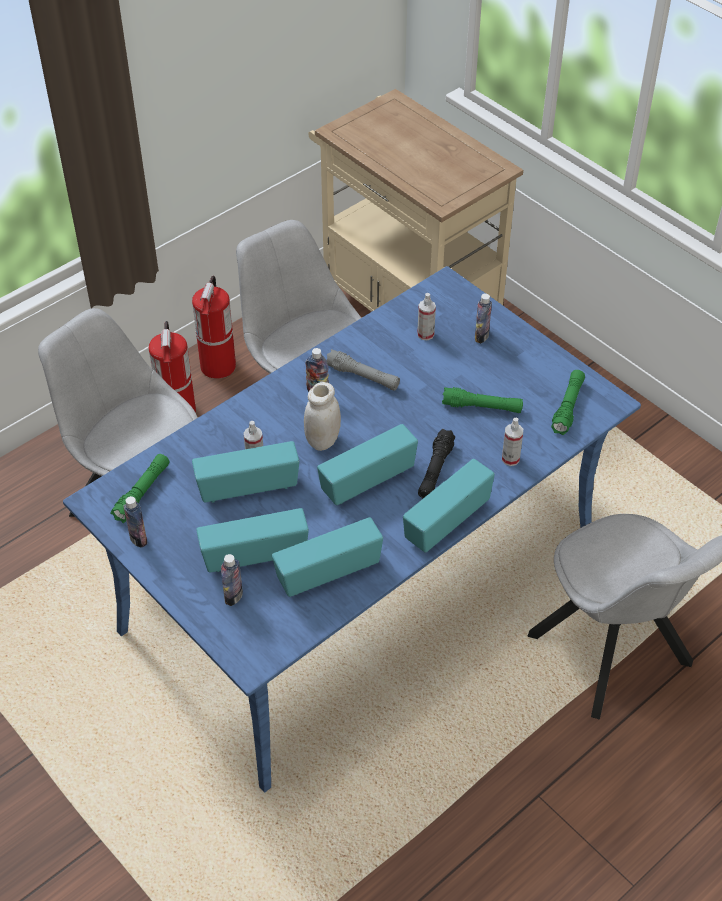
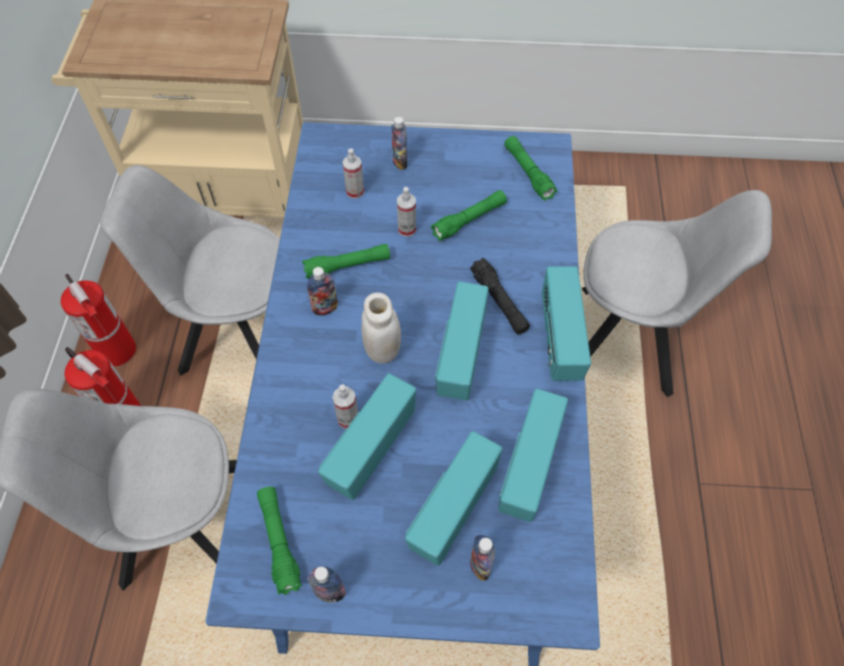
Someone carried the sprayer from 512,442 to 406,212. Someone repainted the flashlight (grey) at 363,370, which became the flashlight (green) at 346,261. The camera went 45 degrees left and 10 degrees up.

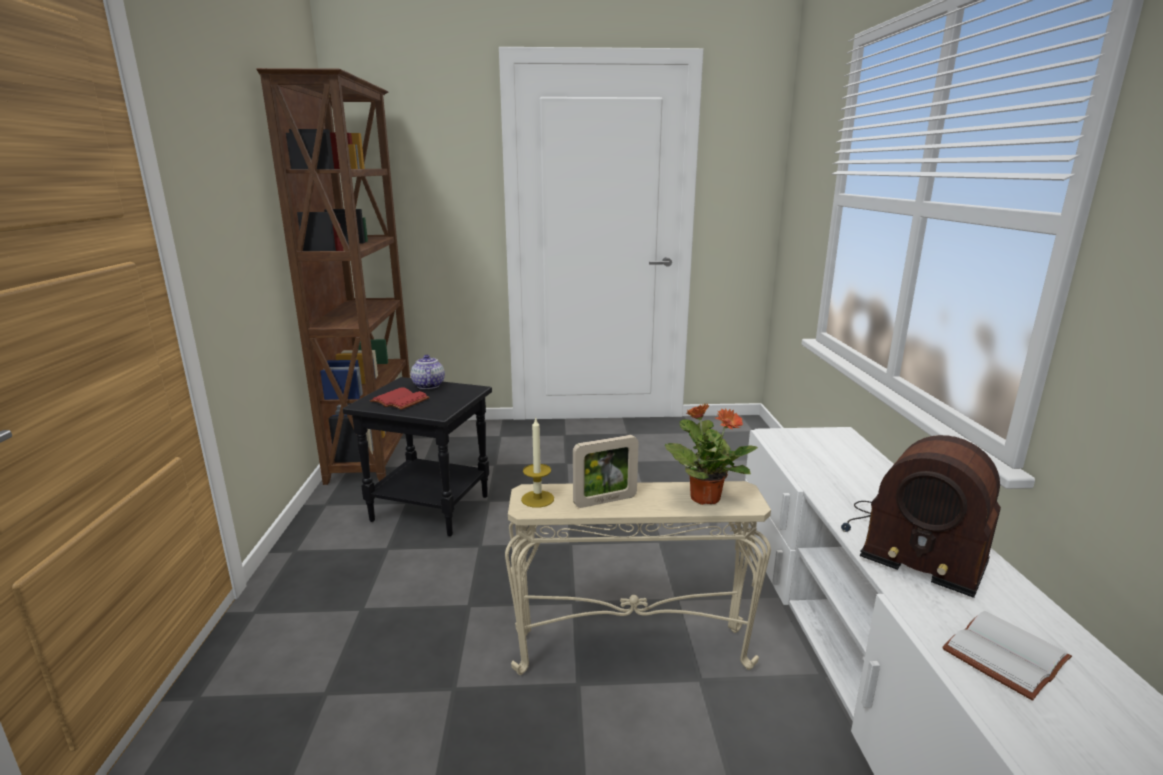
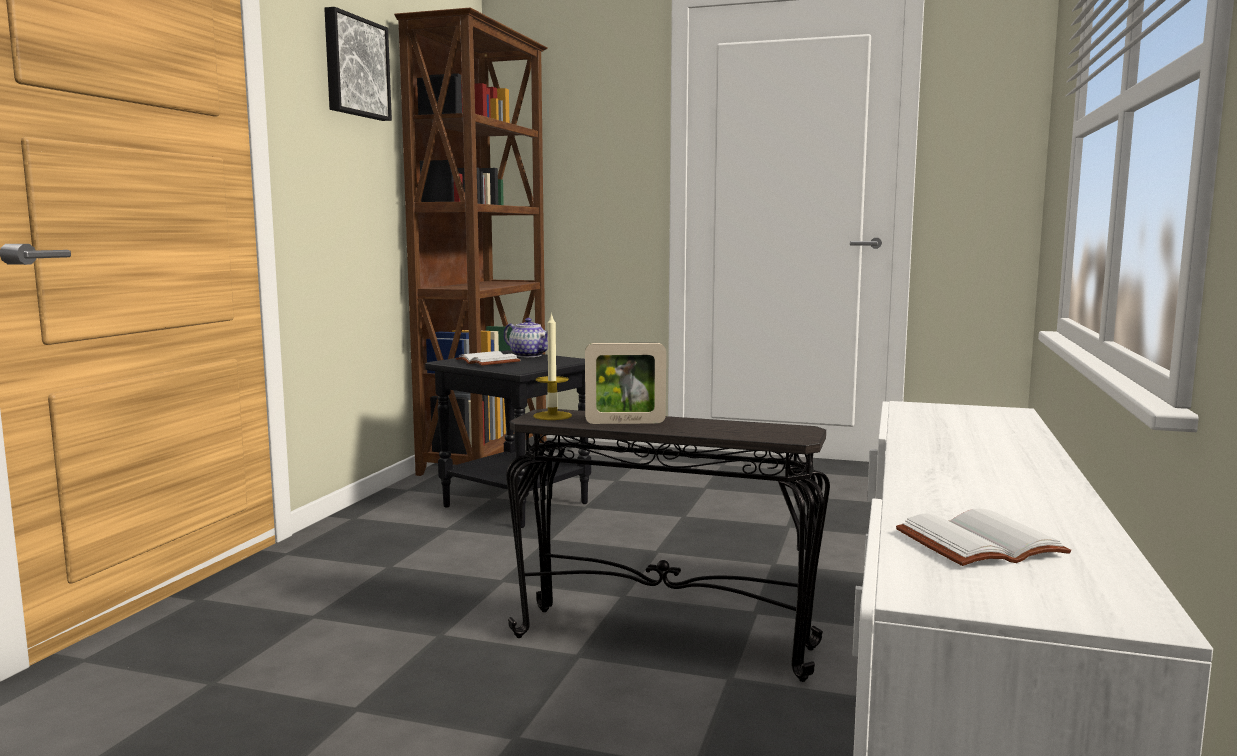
Someone took away the potted plant at 711,454. Someone took away the radio at 921,516. Someone put up the wall art at 358,64. Someone repainted the bound book (reddish) at 400,398, which became the bound book (white) at 488,358. Someone repainted the end table (beige-coloured) at 638,578, which became the end table (black) at 668,545. Someone rotated the tea pot at 428,372 by 120 degrees clockwise. The camera went 20 degrees right and 10 degrees down.

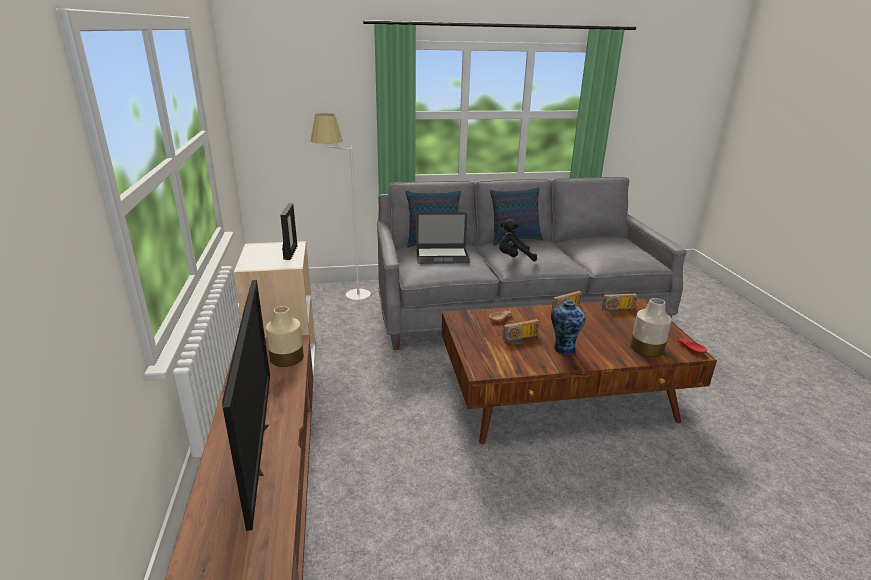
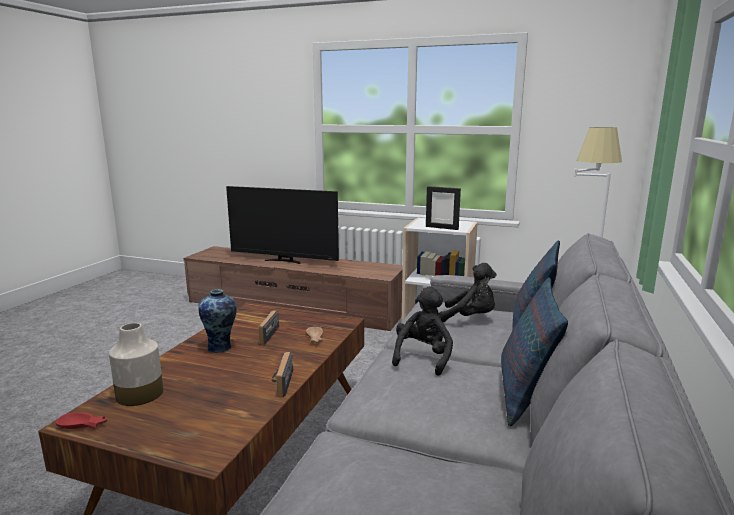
Someone took away the decorative vase (beige-coloured) at 285,336. Someone took away the radio at 620,303. Someone swapped the notebook computer at 443,238 for the cuddly toy (black) at 468,292. The camera went 120 degrees right and 10 degrees down.

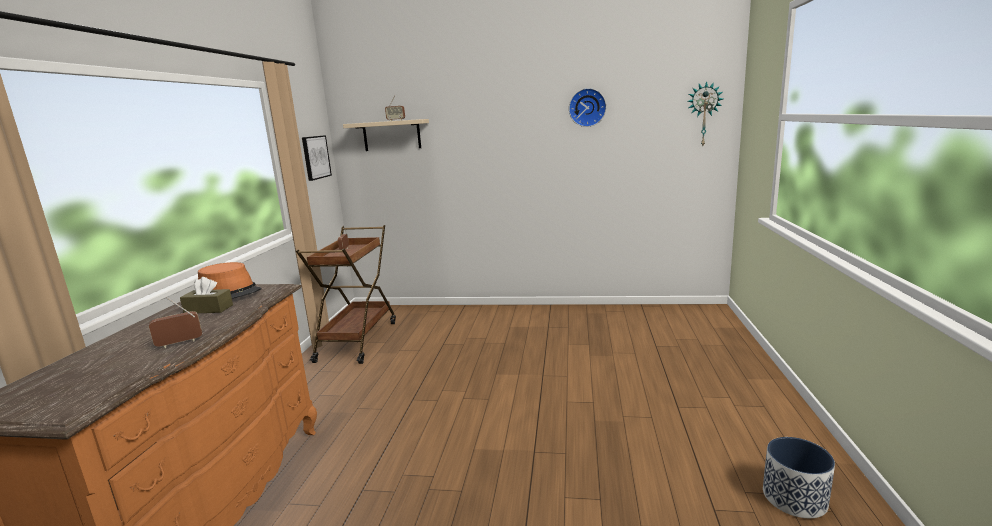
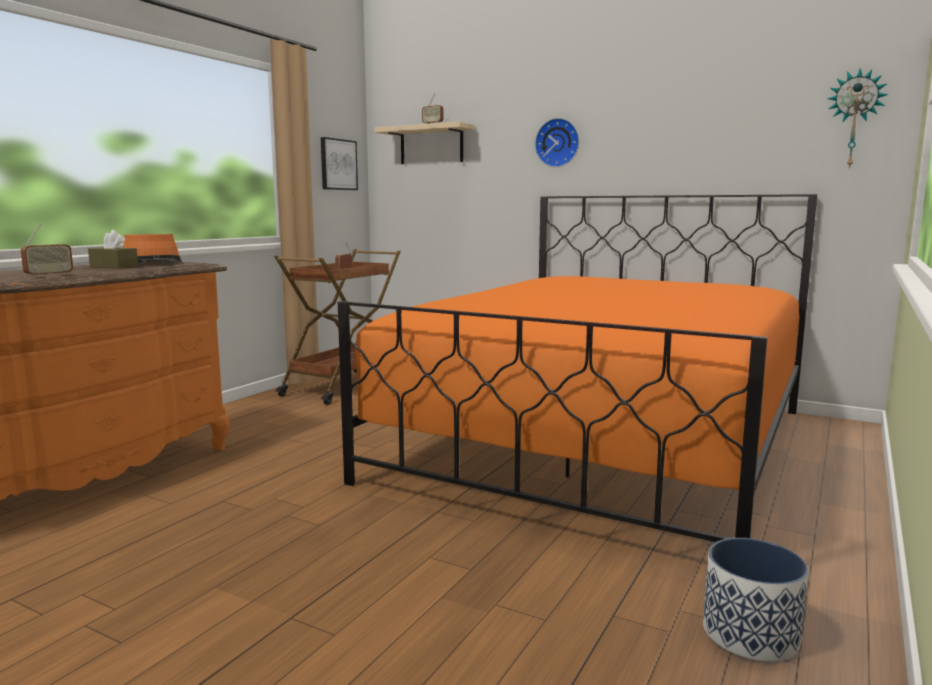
Someone put down the bedroom bed (orangey) at 577,368. Someone carried the hanging clock from 587,107 to 557,142. Someone rotated the radio at 175,322 by 135 degrees clockwise. The camera went 20 degrees right and 5 degrees down.

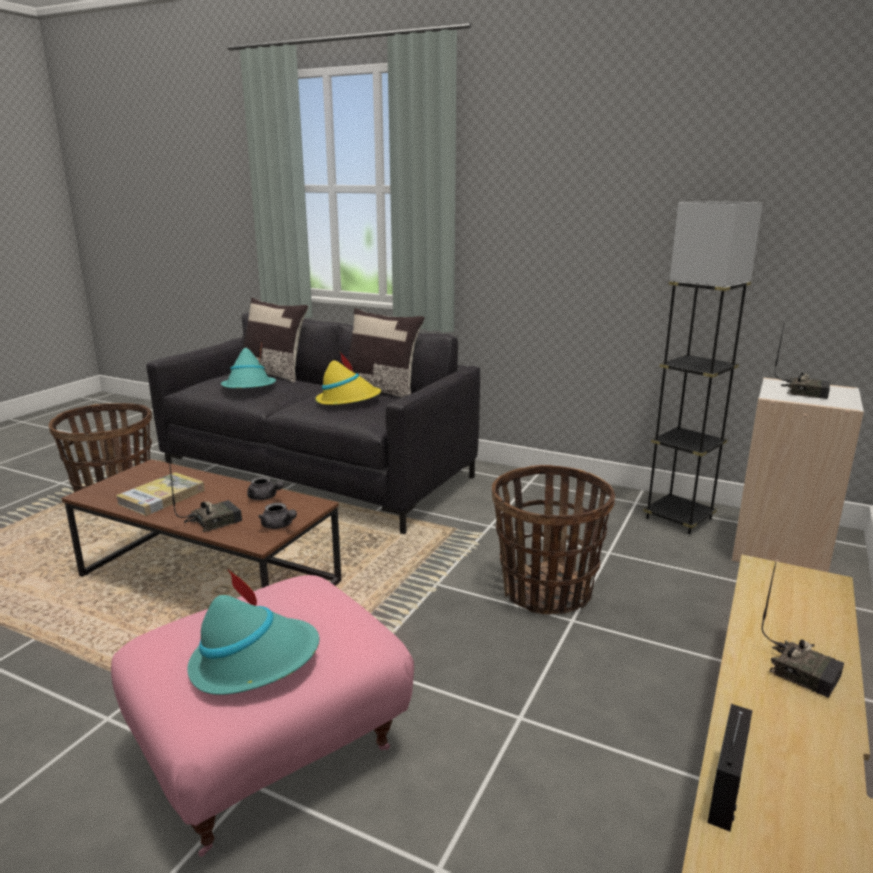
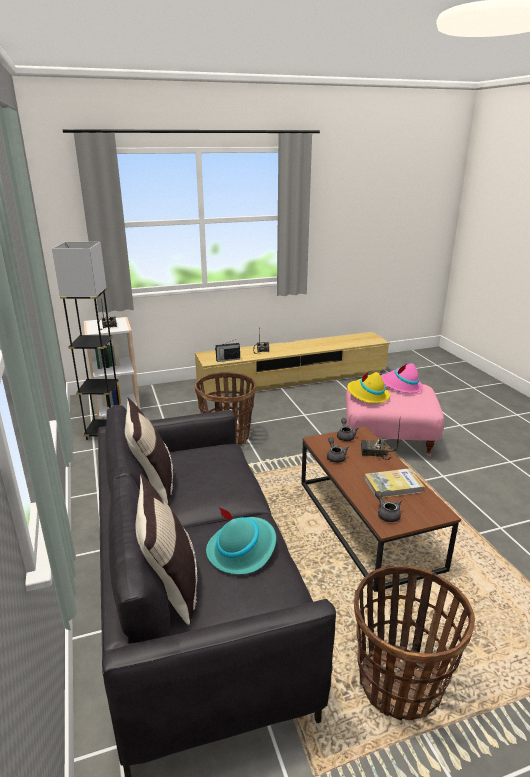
Someone put down the tea pot (grey) at 388,506. Someone carried the hat (yellow) from 348,378 to 368,387. Someone carried the radio from 730,767 to 227,351. Someone repainted the hat (blue-green) at 253,631, which became the hat (pink) at 402,378. The camera went 135 degrees left and 5 degrees up.

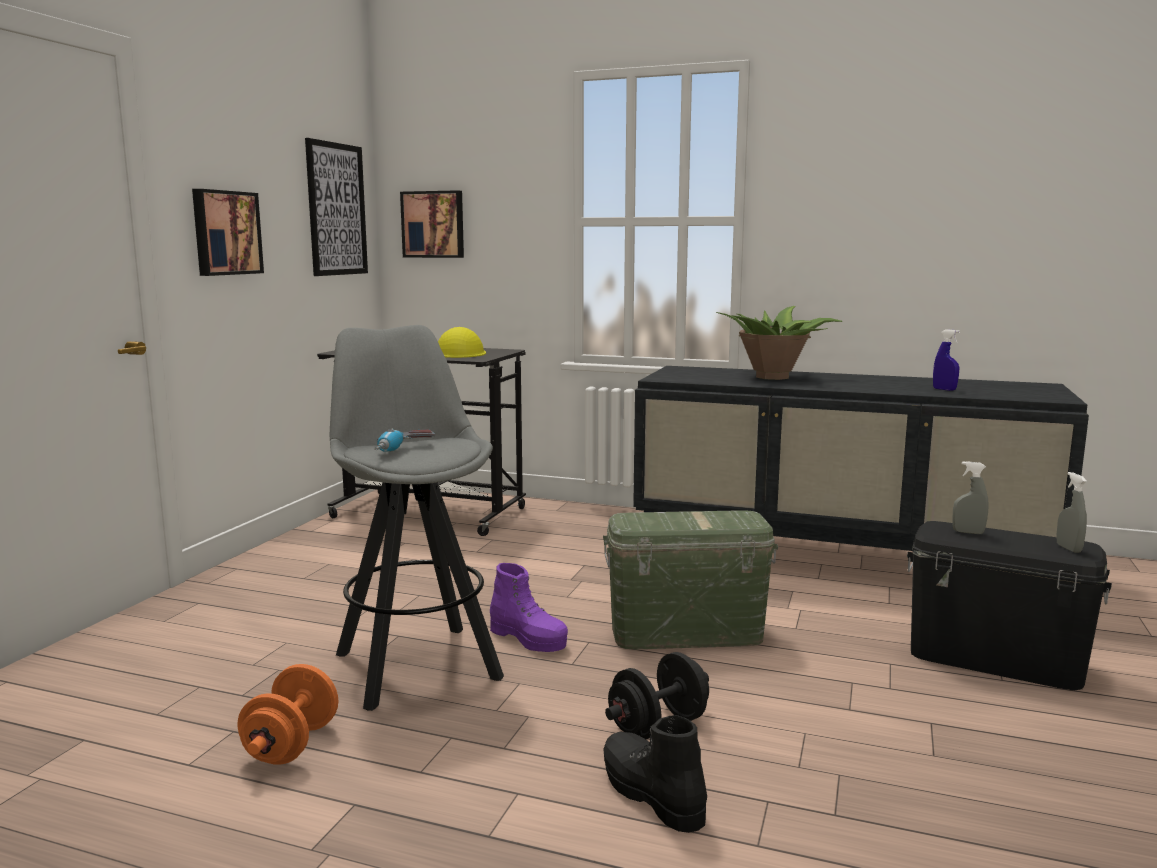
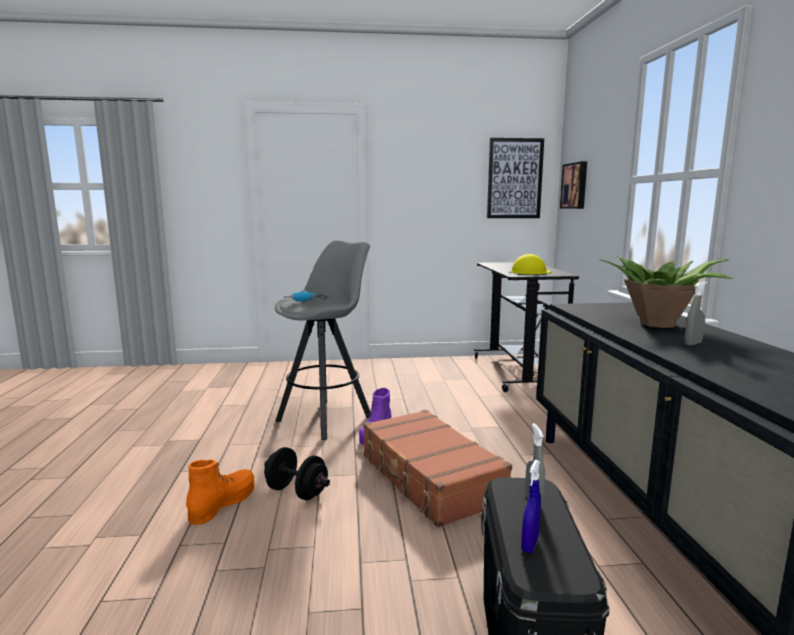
Someone took away the wall art at 228,232. Someone took away the dumbbell (orangey) at 288,714. Someone carried the sprayer (blue) from 946,360 to 531,506. Someone carried the sprayer (grey) from 1071,512 to 695,313. Someone swapped the storage container (green) at 690,579 for the piece of luggage (brown) at 437,468. Someone repainted the tall boot (black) at 655,774, which became the tall boot (orangey) at 220,492. The camera went 65 degrees right and 0 degrees up.

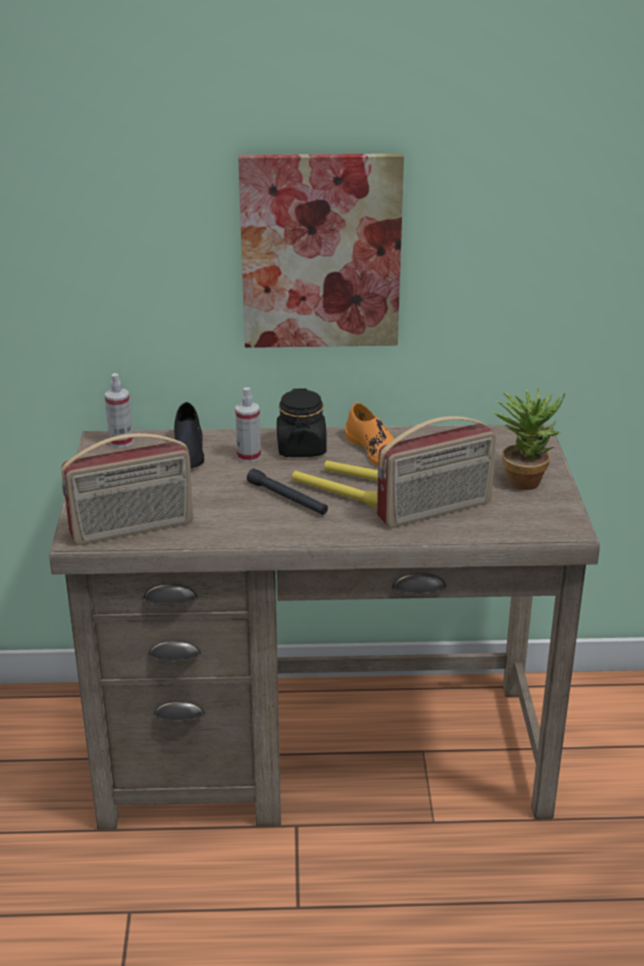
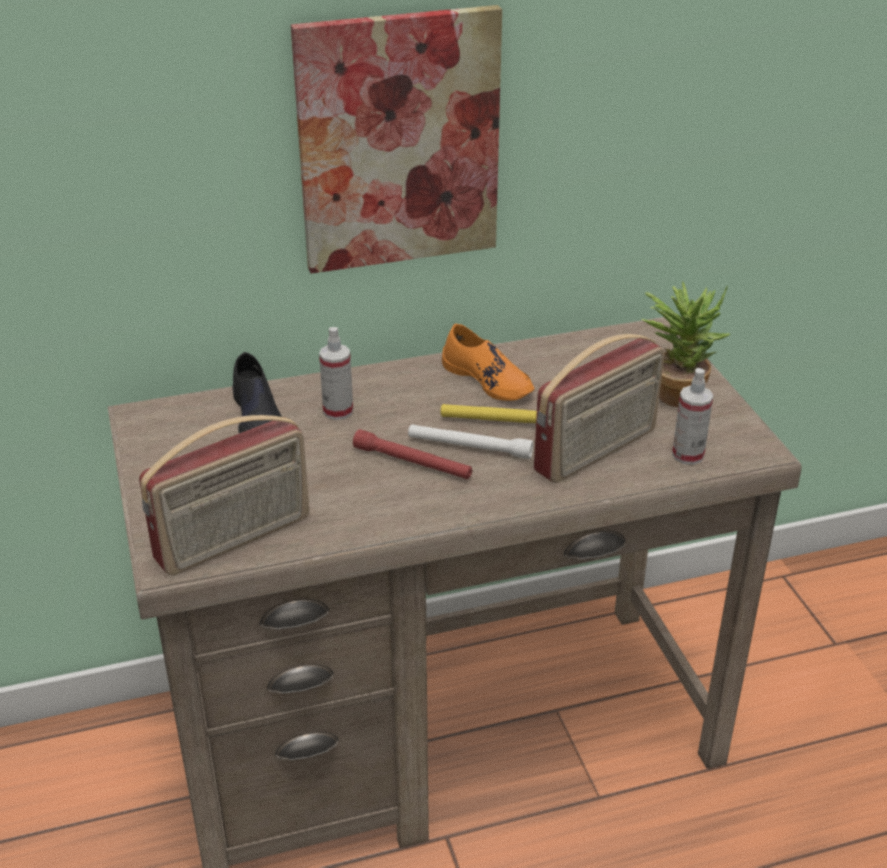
Someone took away the storage jar (black) at 302,422. Someone carried the sprayer from 119,410 to 692,416. Someone repainted the flashlight (black) at 287,492, which became the flashlight (reddish) at 412,454. Someone repainted the flashlight (yellow) at 335,489, which became the flashlight (white) at 470,441. The camera went 15 degrees left and 5 degrees up.

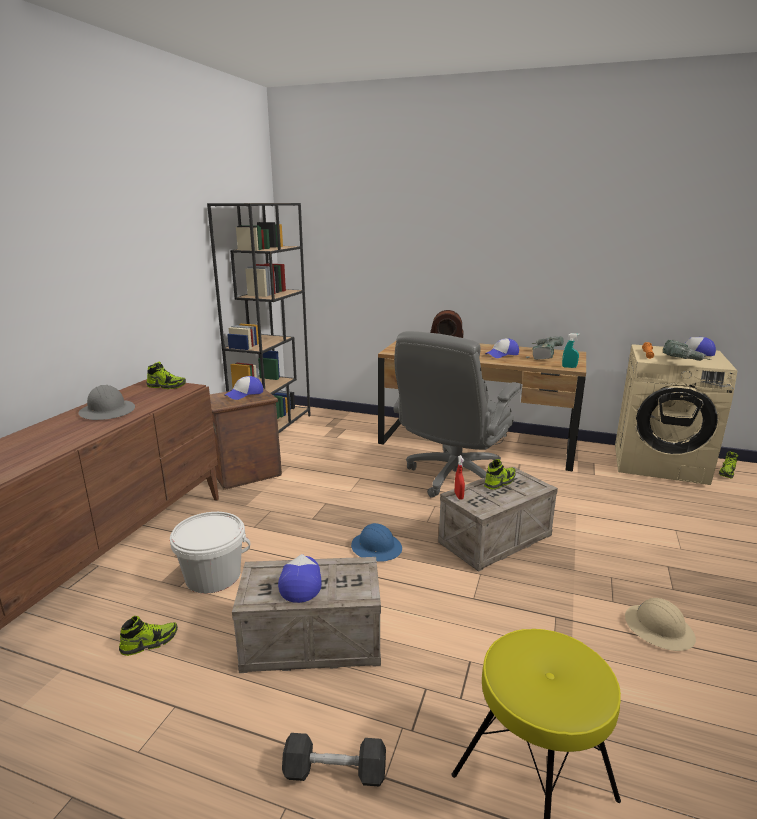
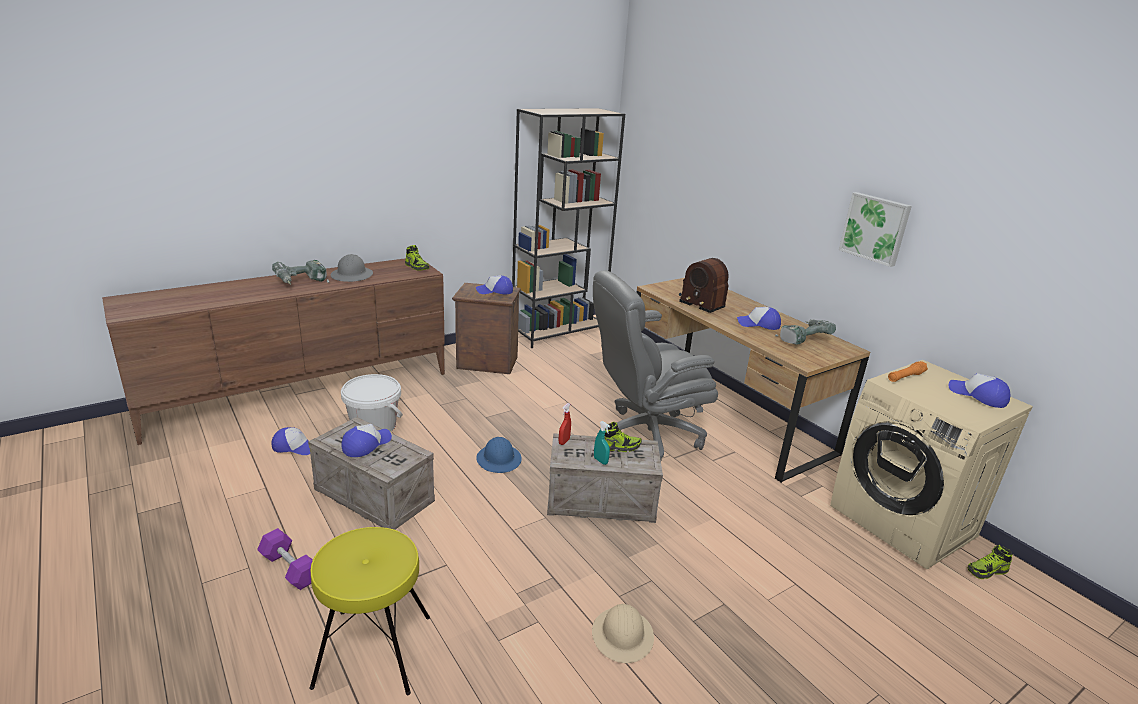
Someone put up the wall art at 875,229. Someone carried the sprayer (blue-green) from 571,350 to 602,443. Someone carried the drill from 687,350 to 300,272. Someone swapped the shoe at 148,636 for the cap at 291,441. Someone repainted the dumbbell (black) at 334,760, which became the dumbbell (purple-coloured) at 285,559. The camera went 35 degrees right and 5 degrees up.

